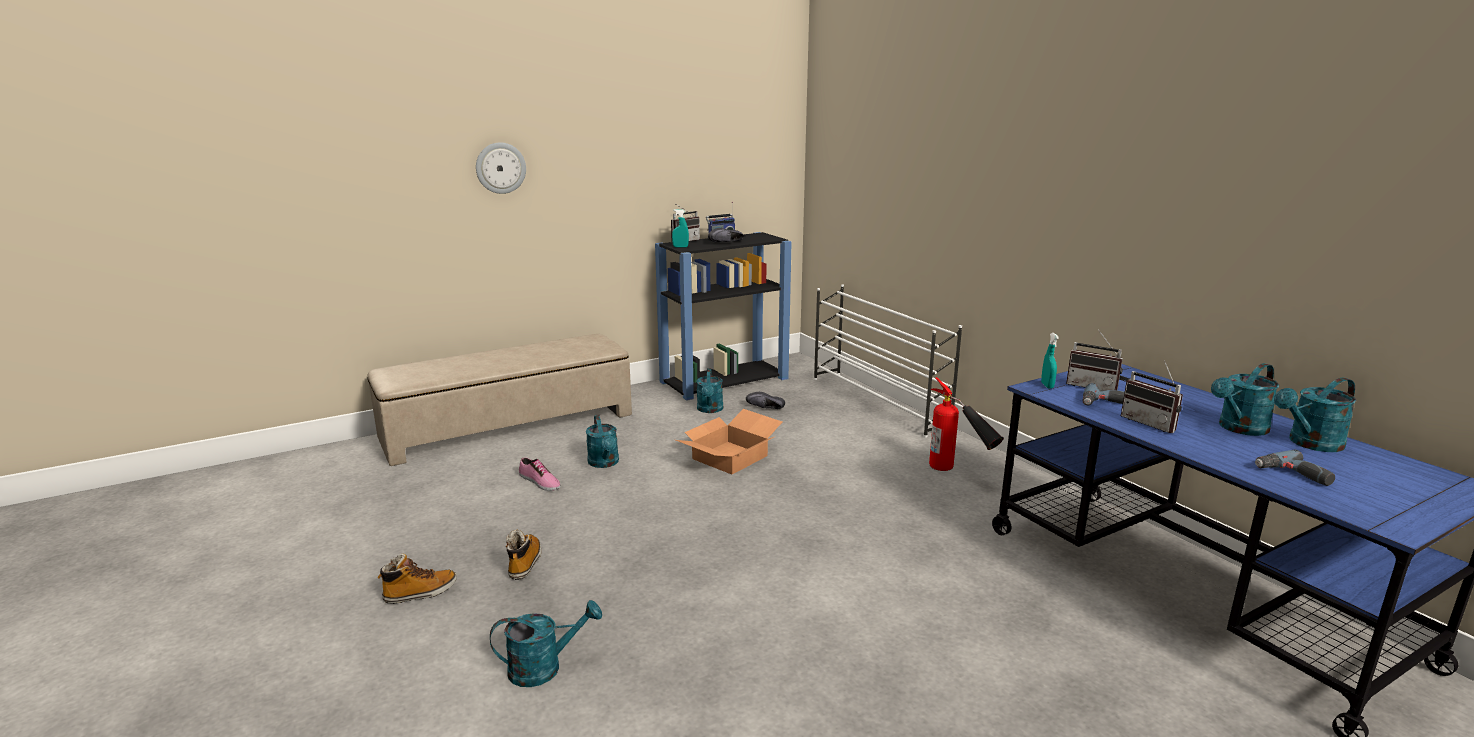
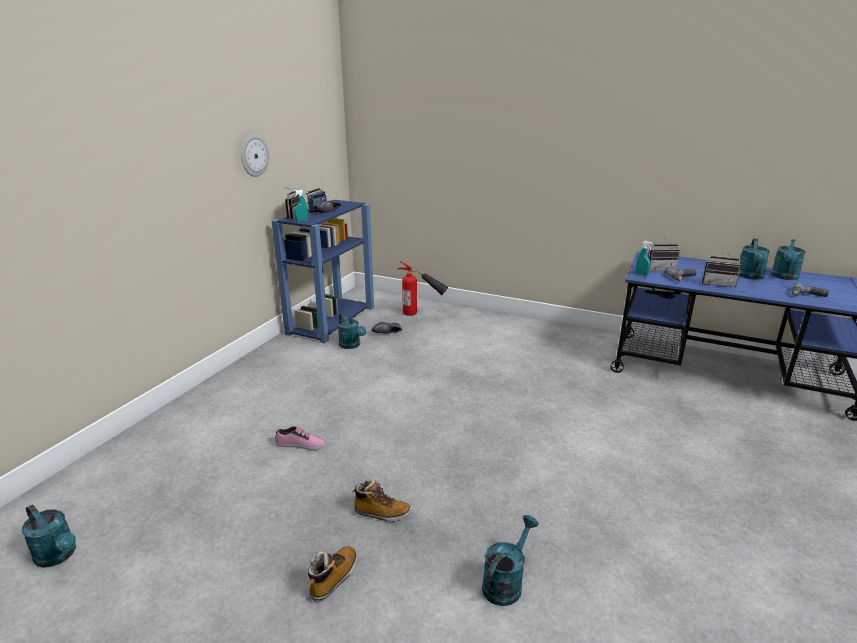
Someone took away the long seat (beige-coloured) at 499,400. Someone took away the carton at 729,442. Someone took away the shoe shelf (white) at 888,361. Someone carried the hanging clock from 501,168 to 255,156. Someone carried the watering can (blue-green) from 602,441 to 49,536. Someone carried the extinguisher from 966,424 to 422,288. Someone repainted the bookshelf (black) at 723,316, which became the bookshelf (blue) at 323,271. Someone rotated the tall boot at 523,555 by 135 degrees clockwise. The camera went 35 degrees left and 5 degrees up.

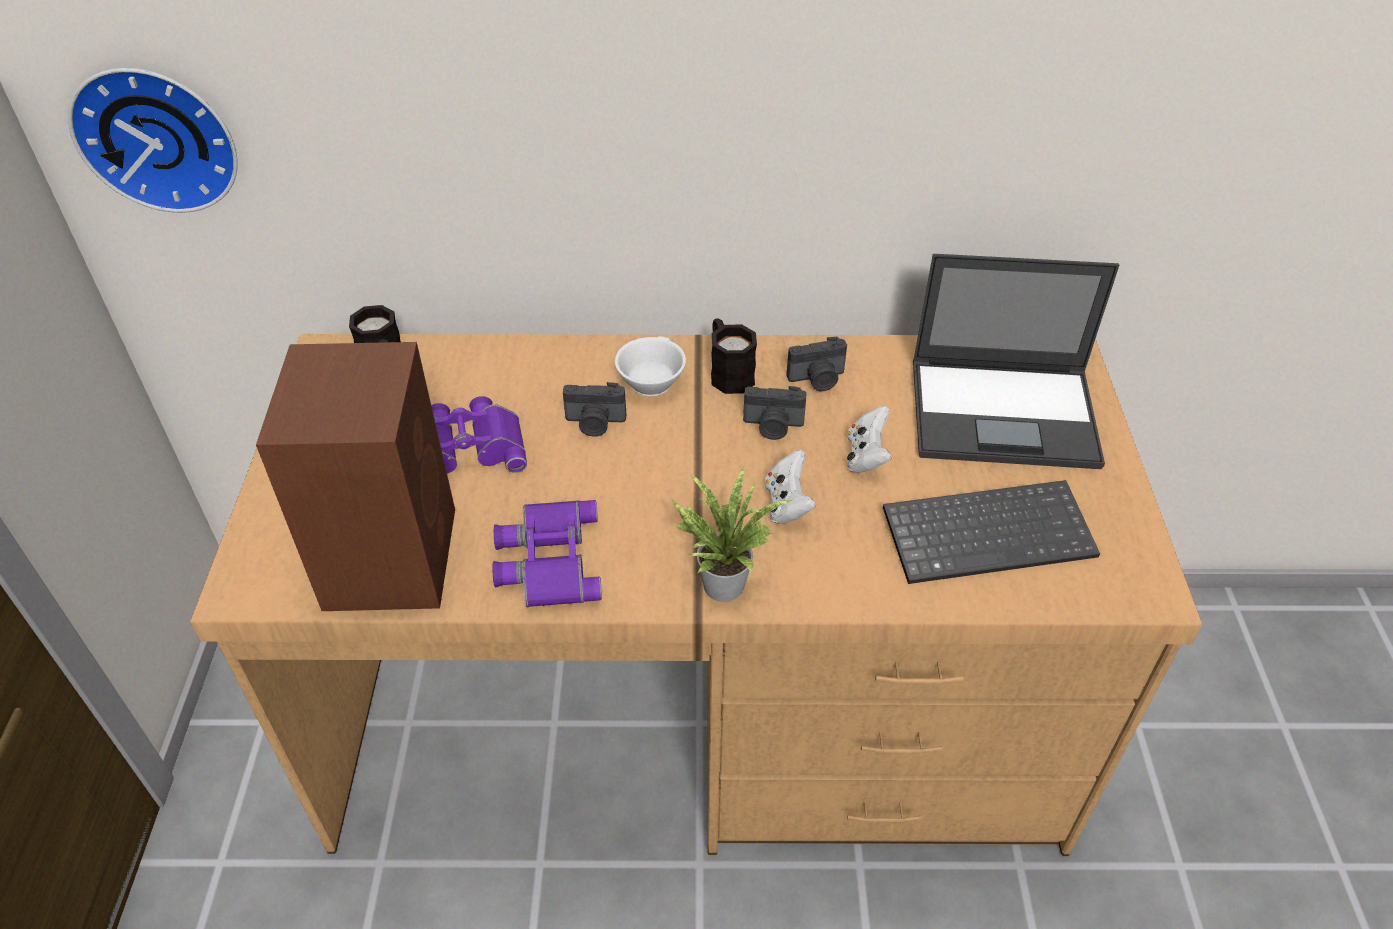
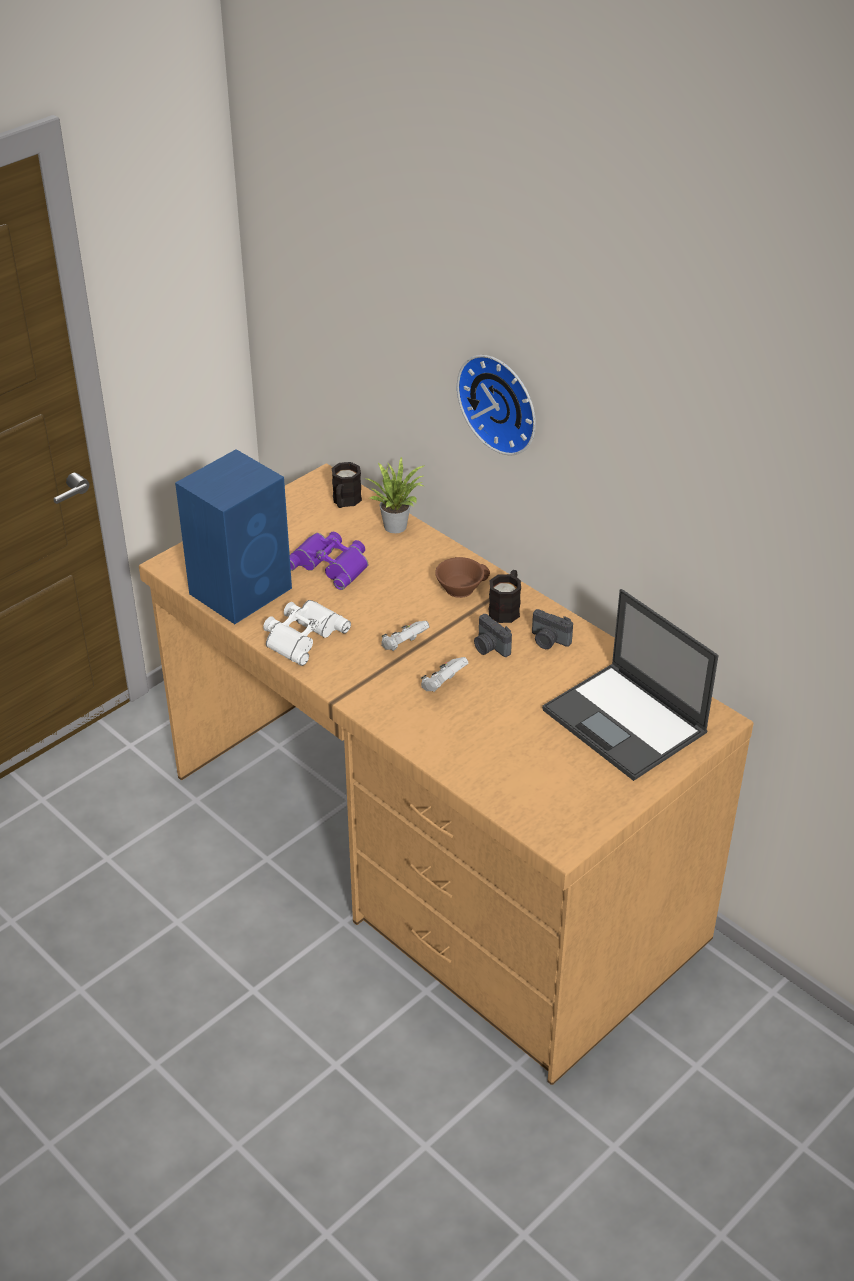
Someone took away the still camera at 594,409. Someone took away the computer keyboard at 991,532. Someone carried the hanging clock from 153,140 to 496,405. Someone carried the potted plant from 733,534 to 395,494. Someone carried the gamepad (white) from 869,439 to 405,636. Someone repainted the loudspeaker (brown) at 355,476, which became the loudspeaker (blue) at 233,536. Someone repainted the binoculars (purple-coloured) at 547,553, which became the binoculars (white) at 307,633. Someone repainted the drinking cup (white) at 650,366, which became the drinking cup (brown) at 462,577. The camera went 45 degrees right and 5 degrees down.

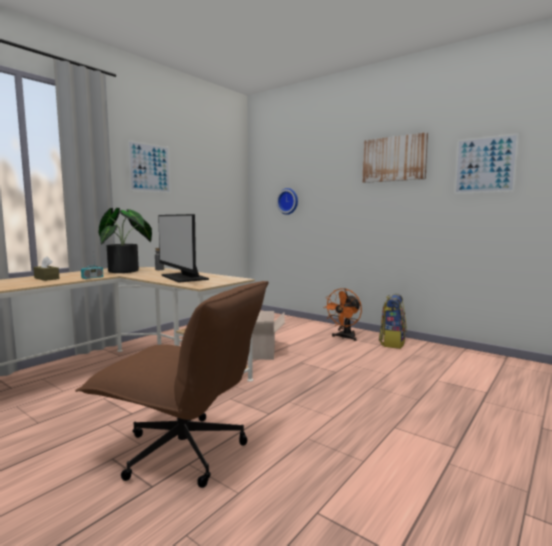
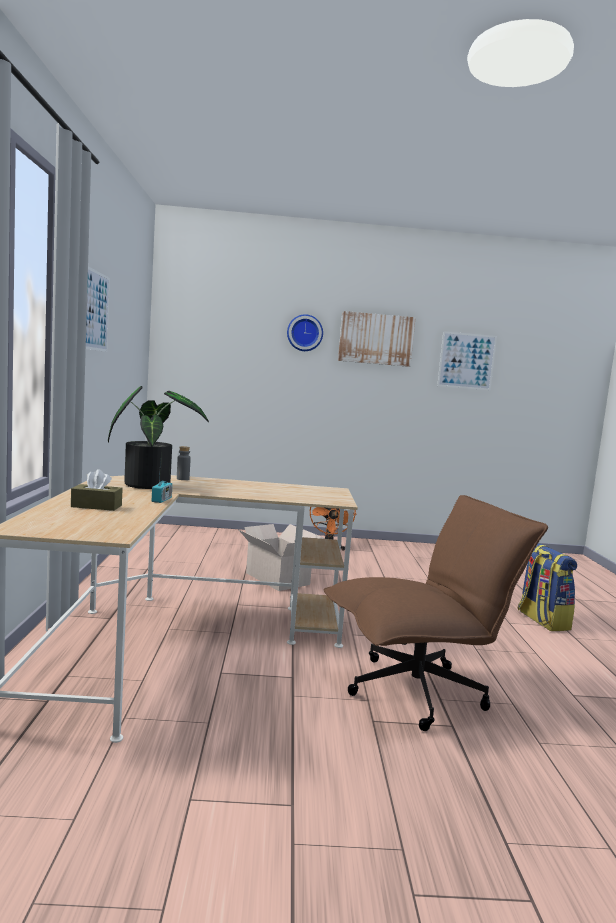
Someone took away the computer display at 183,248. Someone carried the hanging clock from 287,201 to 305,332. Someone carried the rucksack from 392,321 to 547,587. The camera went 40 degrees left and 0 degrees up.

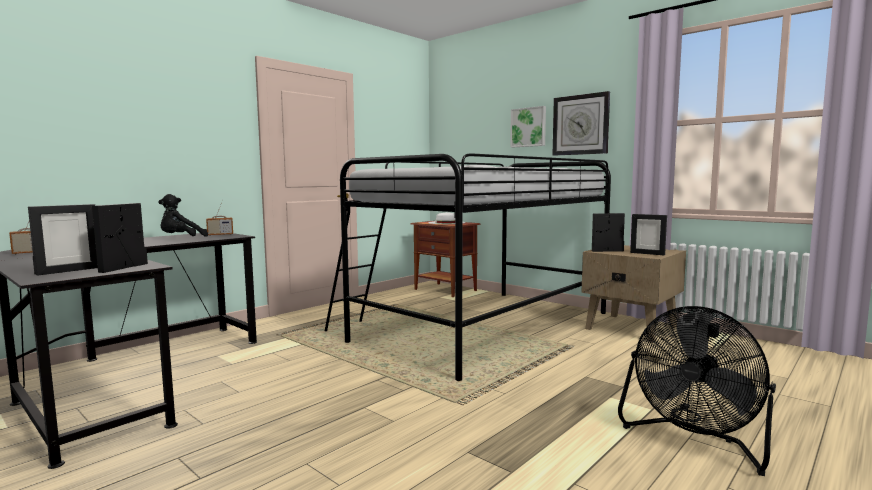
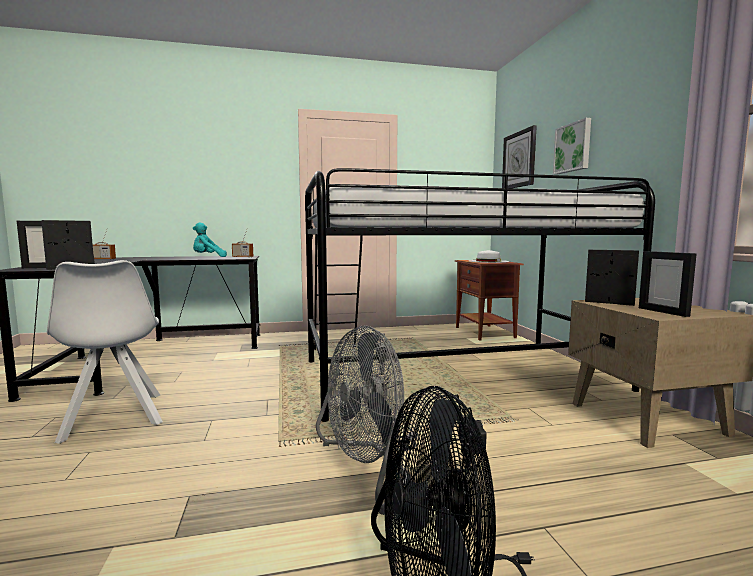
Someone put down the upright chair (white) at 105,352. Someone put down the electric fan (grey) at 367,420. Someone carried the hanging clock from 581,123 to 519,156. Someone repainted the cuddly toy (black) at 183,215, which became the cuddly toy (blue-green) at 210,239. The camera went 35 degrees right and 0 degrees up.

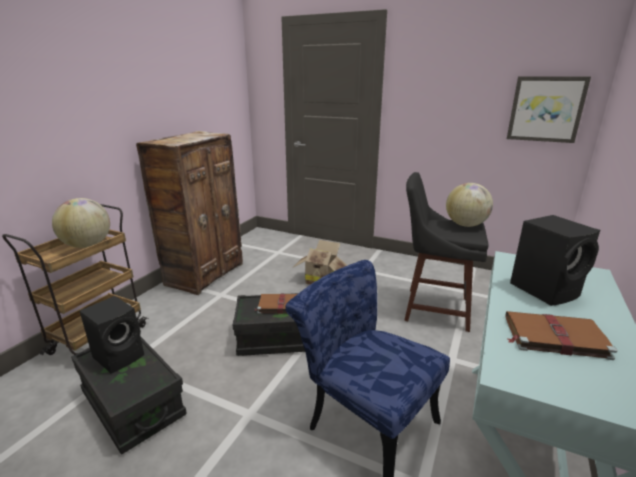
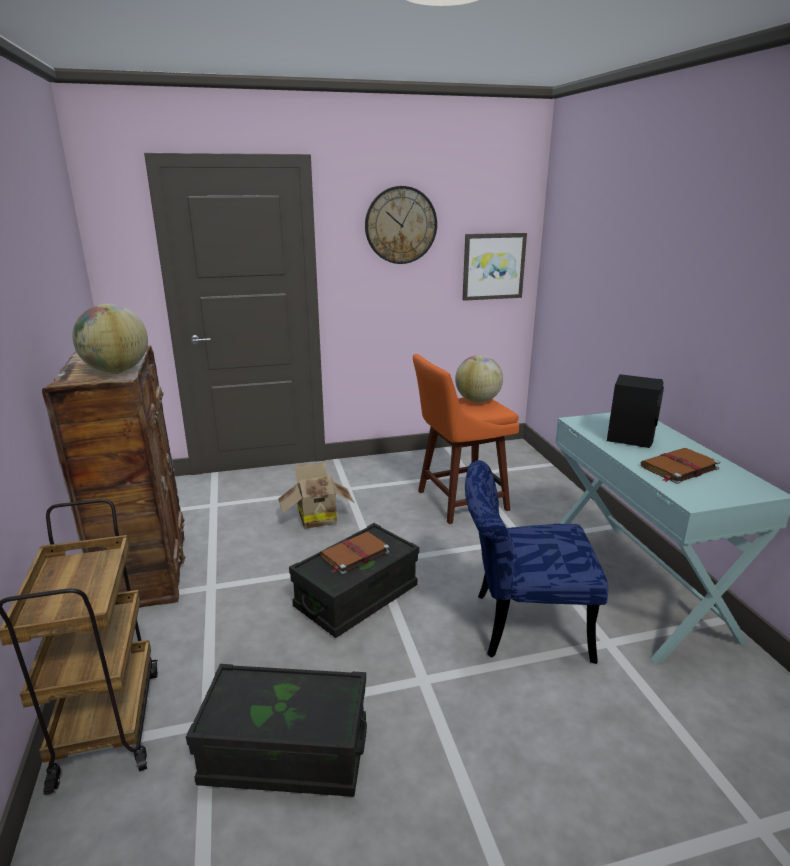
Someone took away the loudspeaker (black) at 112,334. Someone put up the hanging clock at 401,225. Someone carried the globe from 81,223 to 110,338. Someone repainted the stool (black) at 446,252, which became the stool (orangey) at 466,439. The camera went 40 degrees left and 0 degrees up.

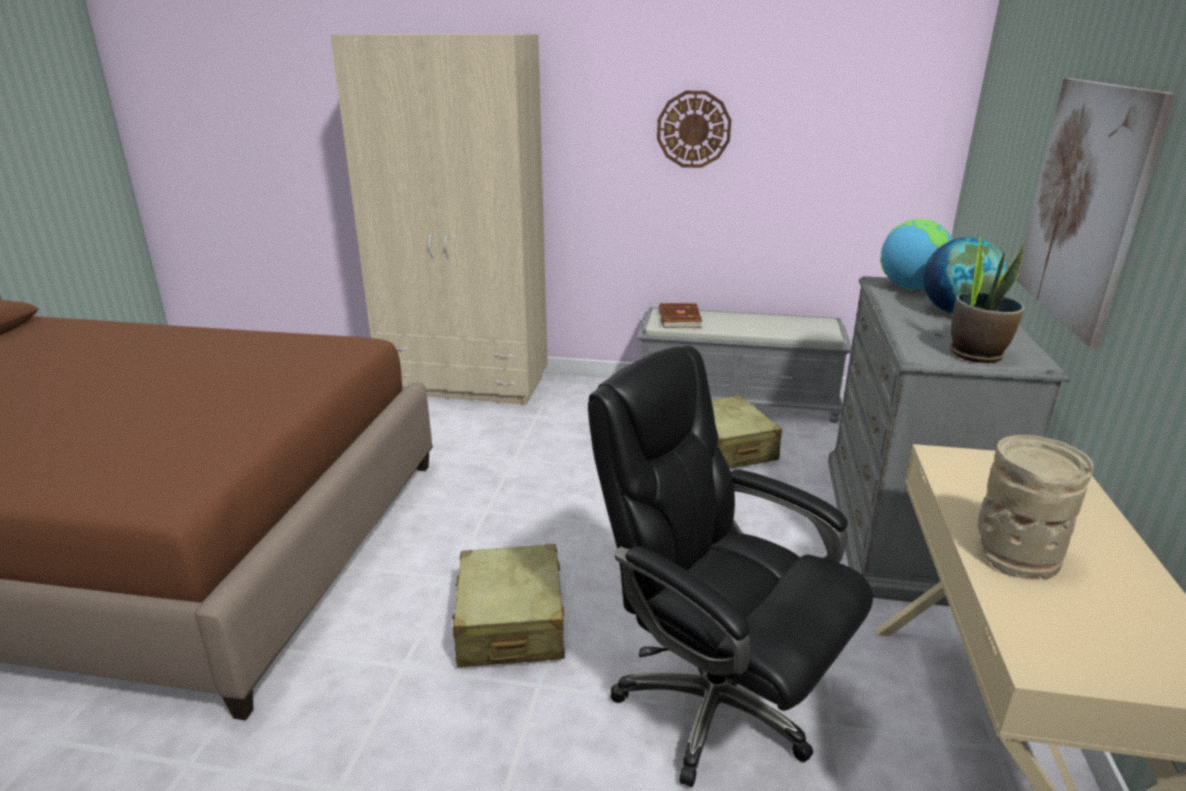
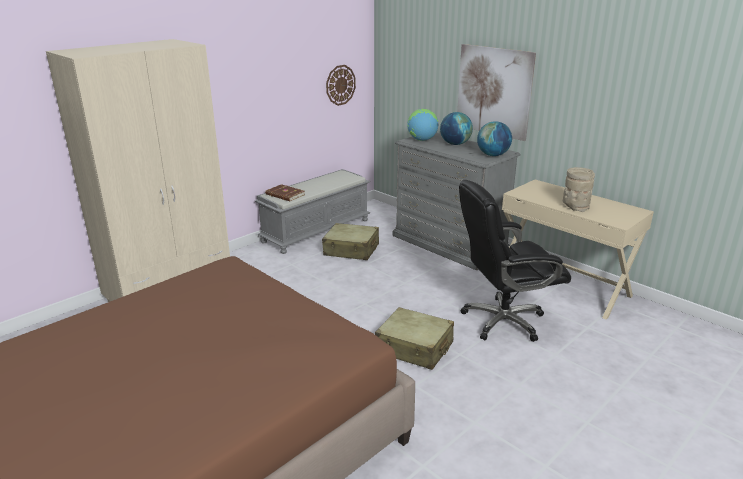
Someone carried the hanging clock from 694,129 to 341,85. Someone swapped the potted plant at 987,298 for the globe at 494,138. The camera went 55 degrees left and 0 degrees up.

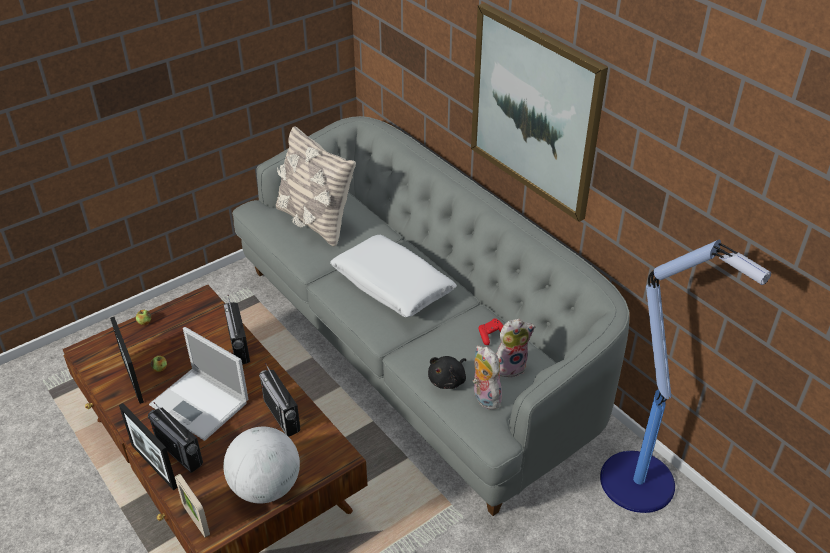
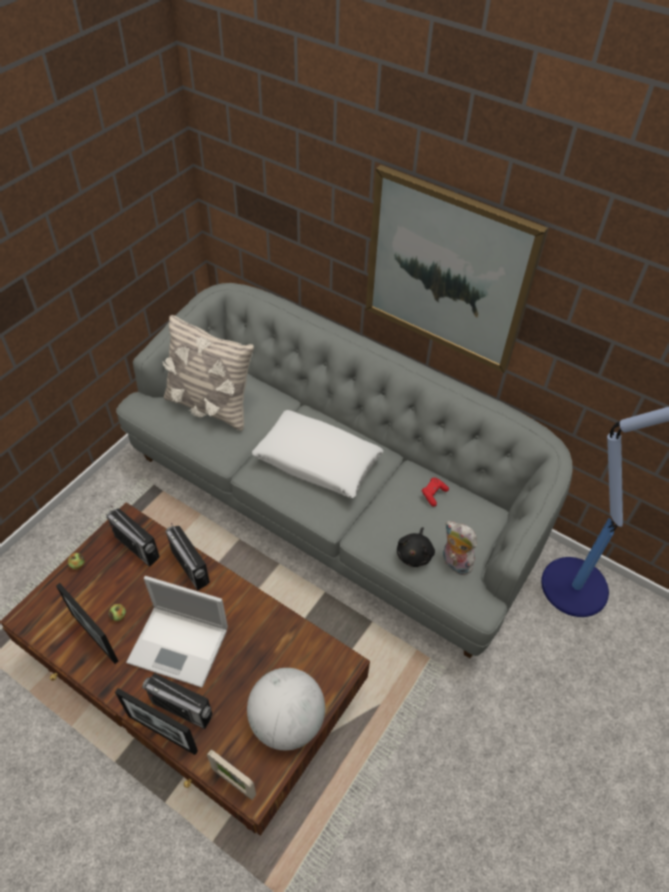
Someone took away the cuddly toy at 515,348. Someone carried the radio from 280,400 to 133,536. The camera went 20 degrees left and 10 degrees up.

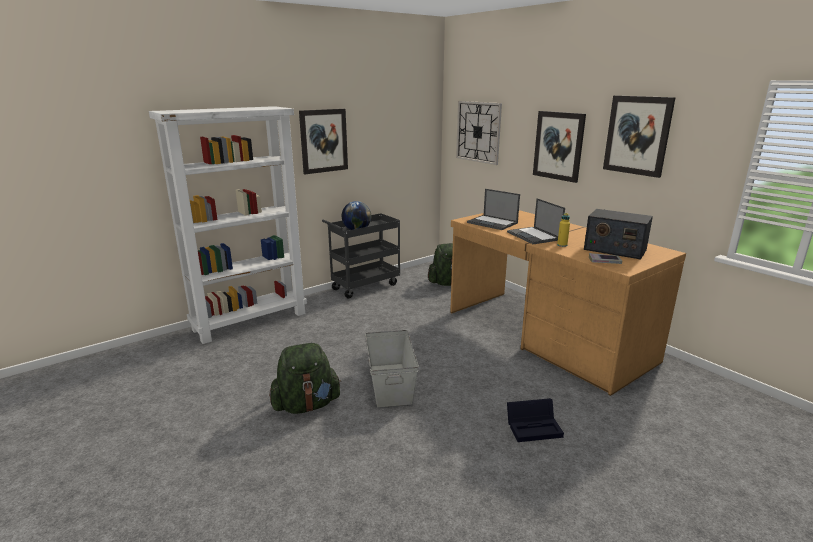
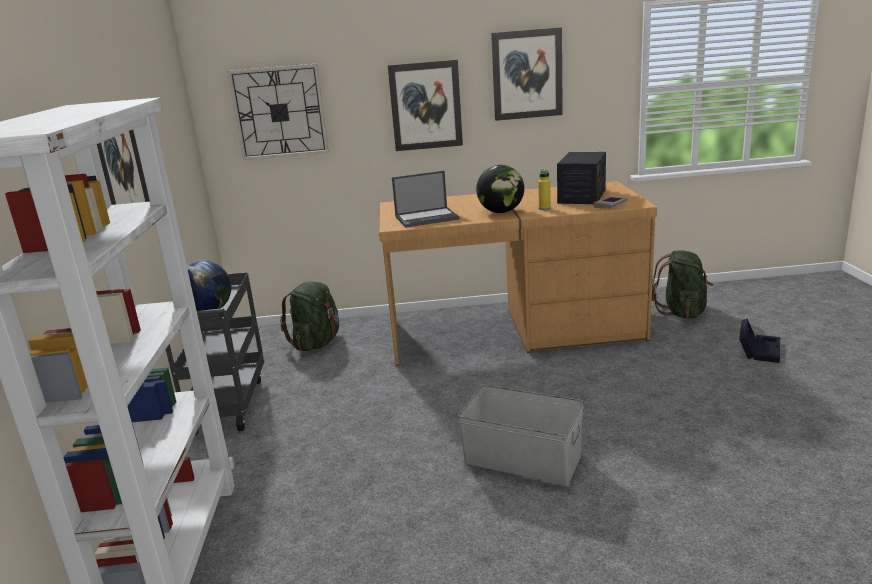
Someone carried the rucksack (green) from 305,378 to 683,284. Someone carried the storage container (black) from 535,420 to 759,340. Someone swapped the notebook computer at 536,221 for the globe at 500,189. Someone rotated the radio at 618,234 by 45 degrees counterclockwise. The camera went 55 degrees left and 0 degrees up.

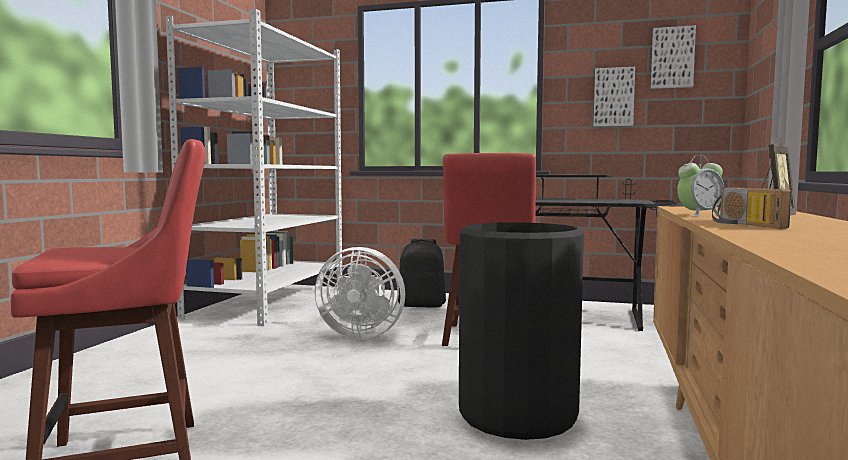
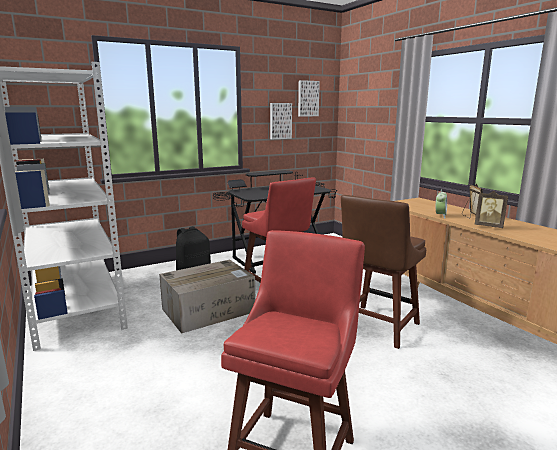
Someone swapped the electric fan (white) at 360,293 for the carton at 207,296. Someone swapped the rubbish bin (black) at 521,331 for the upright chair (brown) at 383,272. Someone swapped the radio at 751,208 for the photo frame at 491,209. The camera went 45 degrees left and 10 degrees up.

